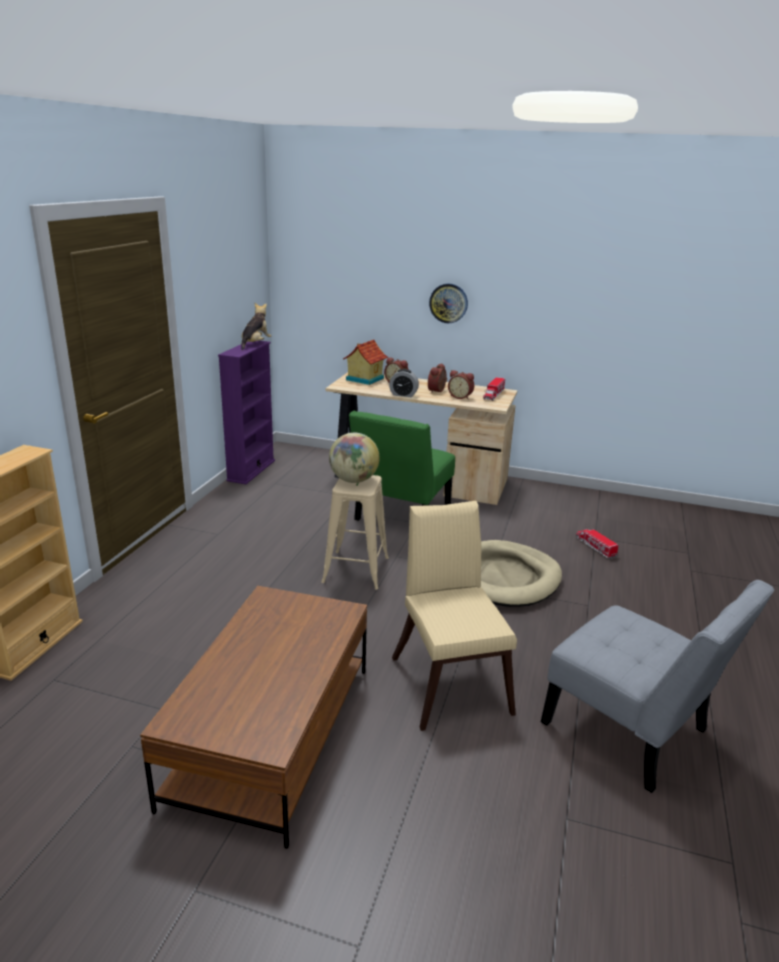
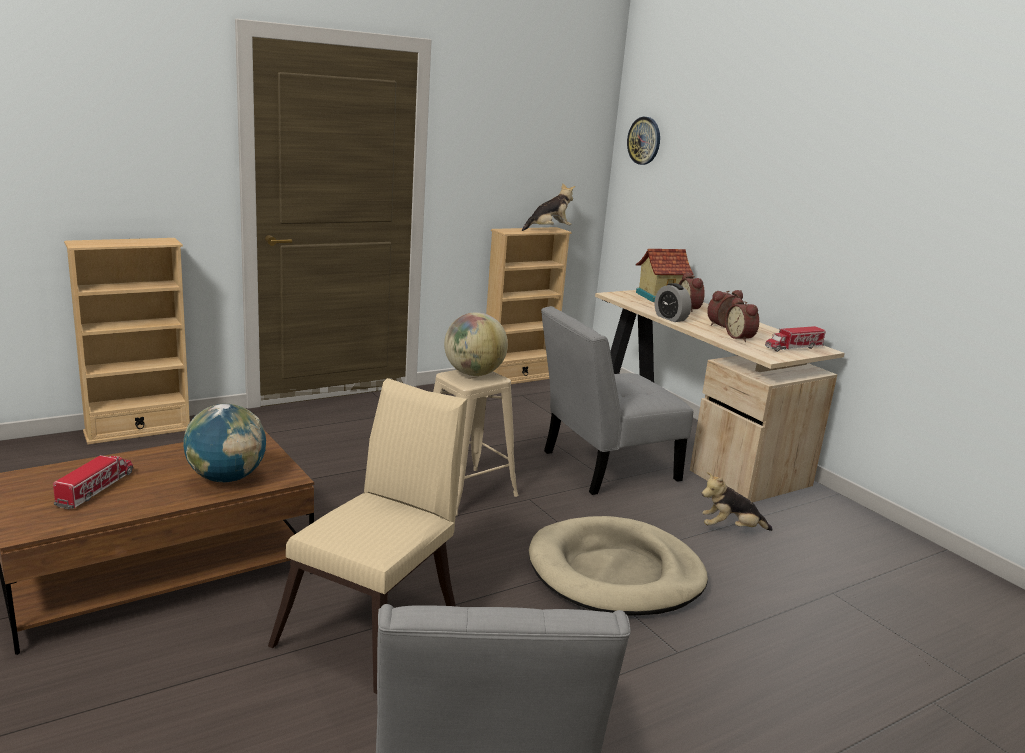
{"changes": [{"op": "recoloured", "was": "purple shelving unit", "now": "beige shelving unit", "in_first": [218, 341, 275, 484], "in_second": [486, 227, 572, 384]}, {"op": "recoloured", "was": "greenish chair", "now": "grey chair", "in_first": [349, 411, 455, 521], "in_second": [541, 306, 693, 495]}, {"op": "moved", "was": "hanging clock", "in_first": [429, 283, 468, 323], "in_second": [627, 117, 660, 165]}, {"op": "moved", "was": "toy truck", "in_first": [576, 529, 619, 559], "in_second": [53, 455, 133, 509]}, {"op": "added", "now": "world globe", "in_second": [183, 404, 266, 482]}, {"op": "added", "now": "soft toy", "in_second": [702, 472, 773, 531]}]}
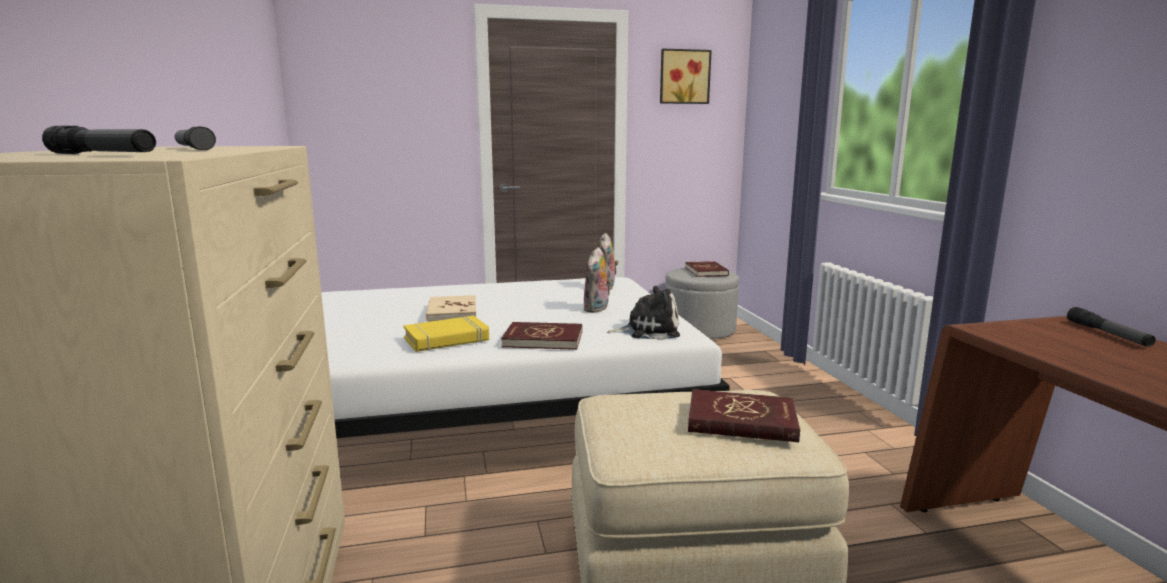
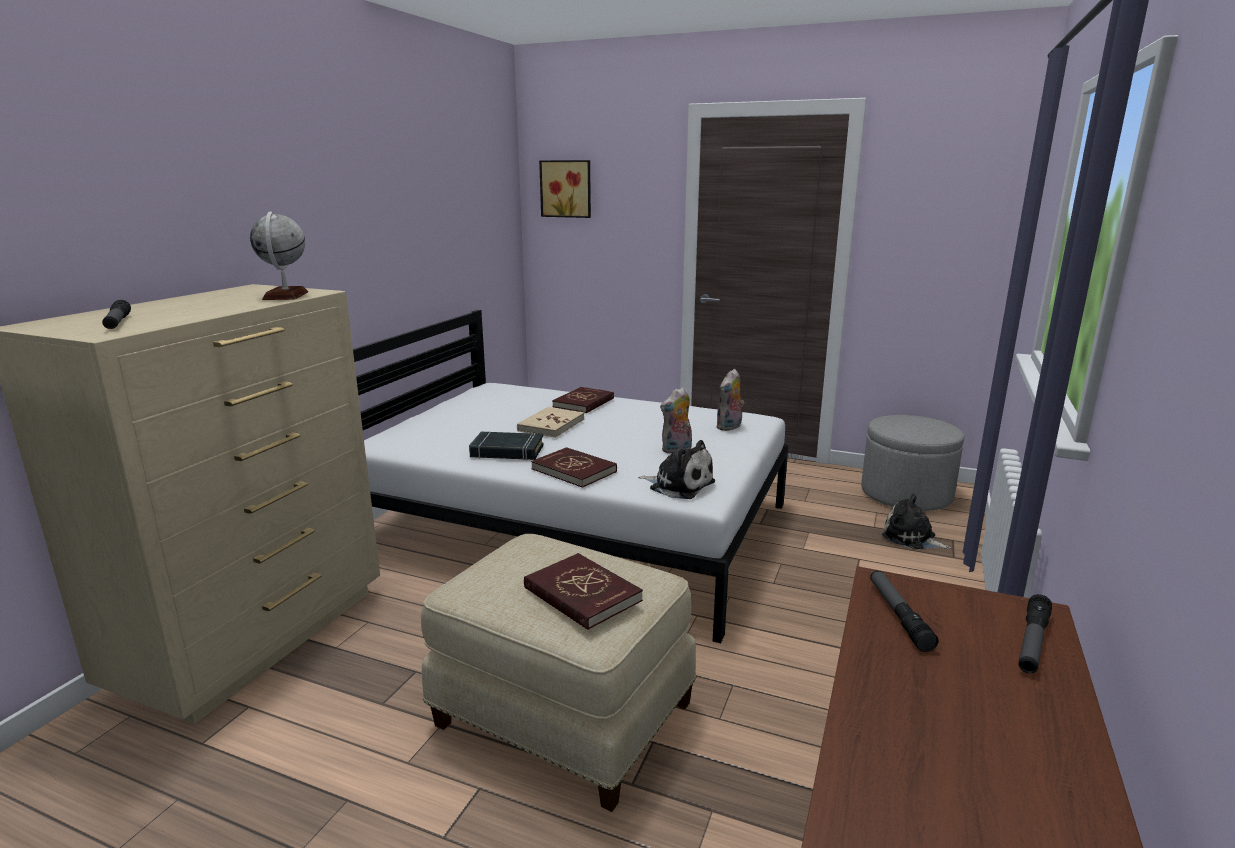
{"changes": [{"op": "moved", "was": "flashlight", "in_first": [175, 127, 216, 150], "in_second": [870, 570, 938, 652]}, {"op": "recoloured", "was": "yellowish bound book", "now": "black-coloured bound book", "in_first": [403, 316, 489, 352], "in_second": [469, 432, 544, 461]}, {"op": "moved", "was": "picture", "in_first": [660, 49, 712, 104], "in_second": [539, 160, 591, 218]}, {"op": "moved", "was": "red-coloured bound book", "in_first": [685, 261, 729, 277], "in_second": [552, 387, 614, 413]}, {"op": "added", "now": "world globe", "in_second": [250, 212, 308, 300]}, {"op": "added", "now": "soft toy", "in_second": [882, 494, 951, 549]}]}
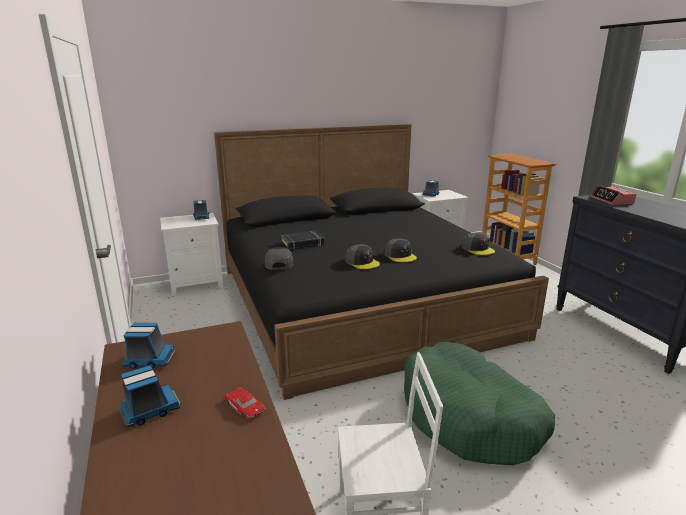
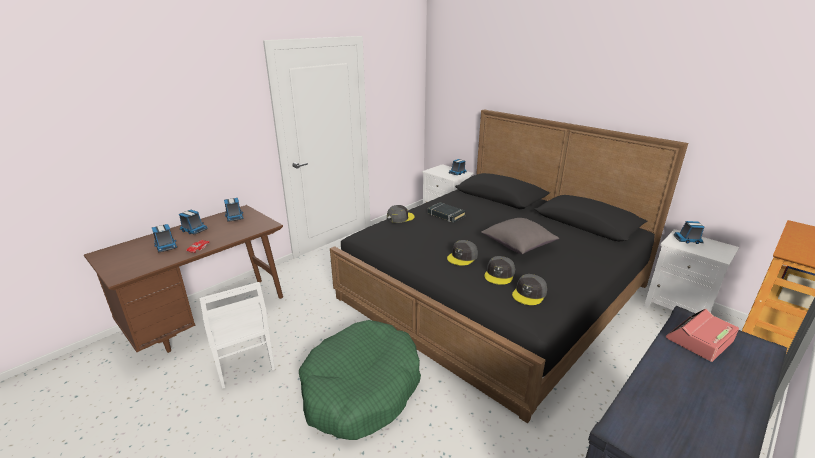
{"changes": [{"op": "moved", "was": "grey cap", "in_first": [345, 244, 380, 269], "in_second": [484, 256, 515, 285]}, {"op": "added", "now": "toy truck", "in_second": [152, 224, 177, 252]}, {"op": "added", "now": "grey cushion", "in_second": [481, 218, 559, 254]}]}
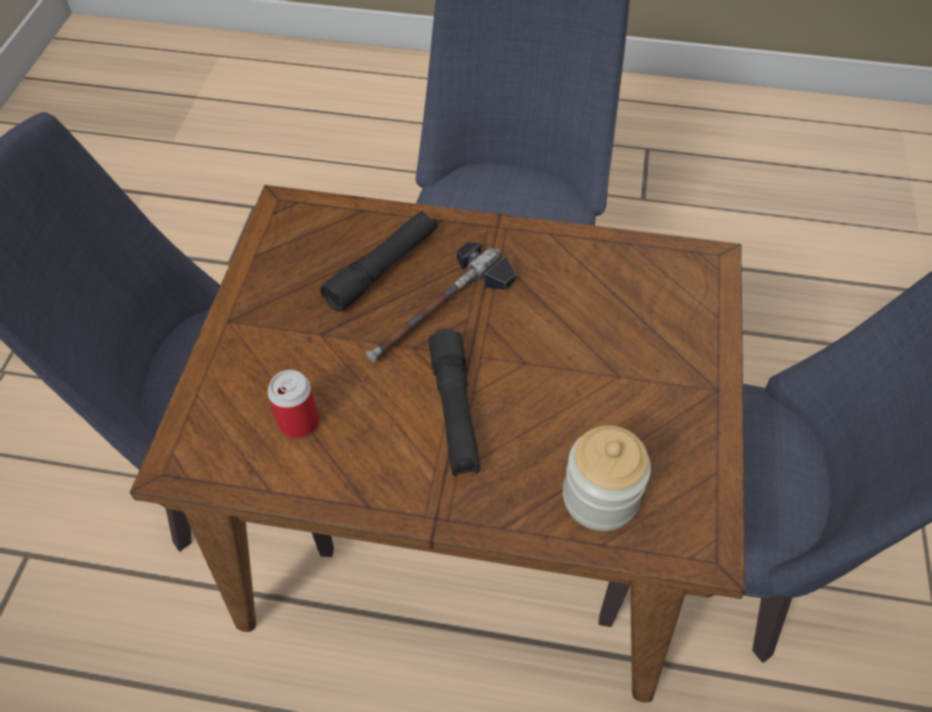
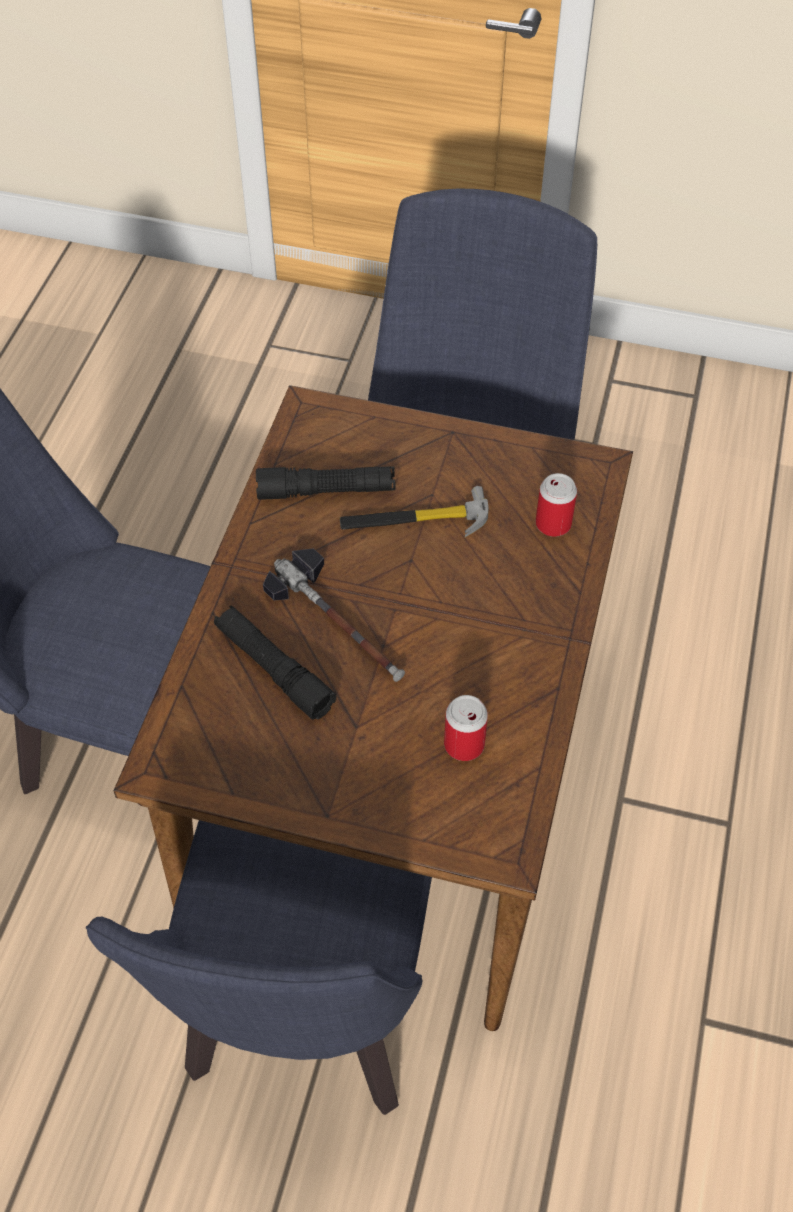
{"changes": [{"op": "moved", "was": "black-coloured flashlight", "in_first": [428, 328, 481, 476], "in_second": [256, 466, 396, 500]}, {"op": "replaced", "was": "storage jar", "now": "can", "in_first": [563, 425, 651, 531], "in_second": [536, 473, 577, 537]}, {"op": "added", "now": "tool hammer", "in_second": [340, 486, 489, 537]}]}
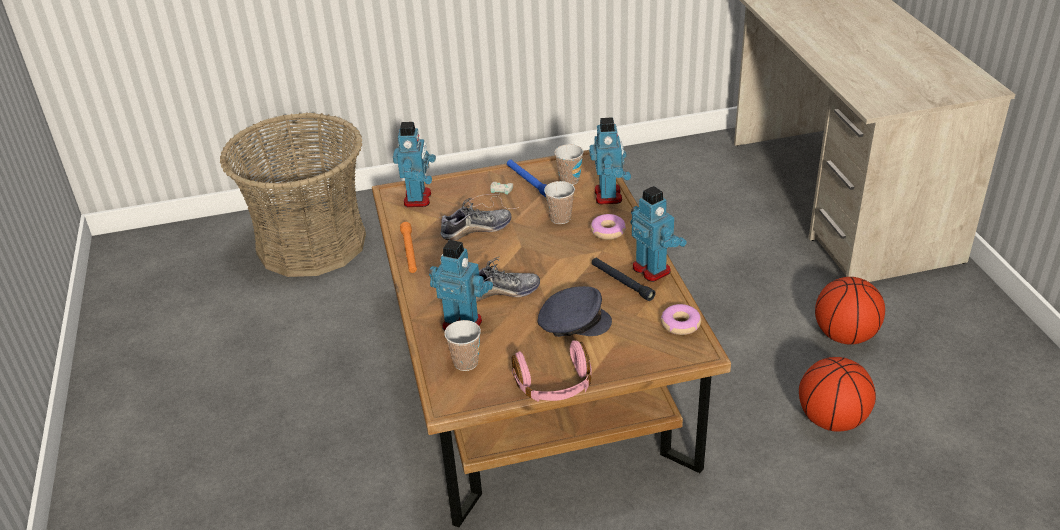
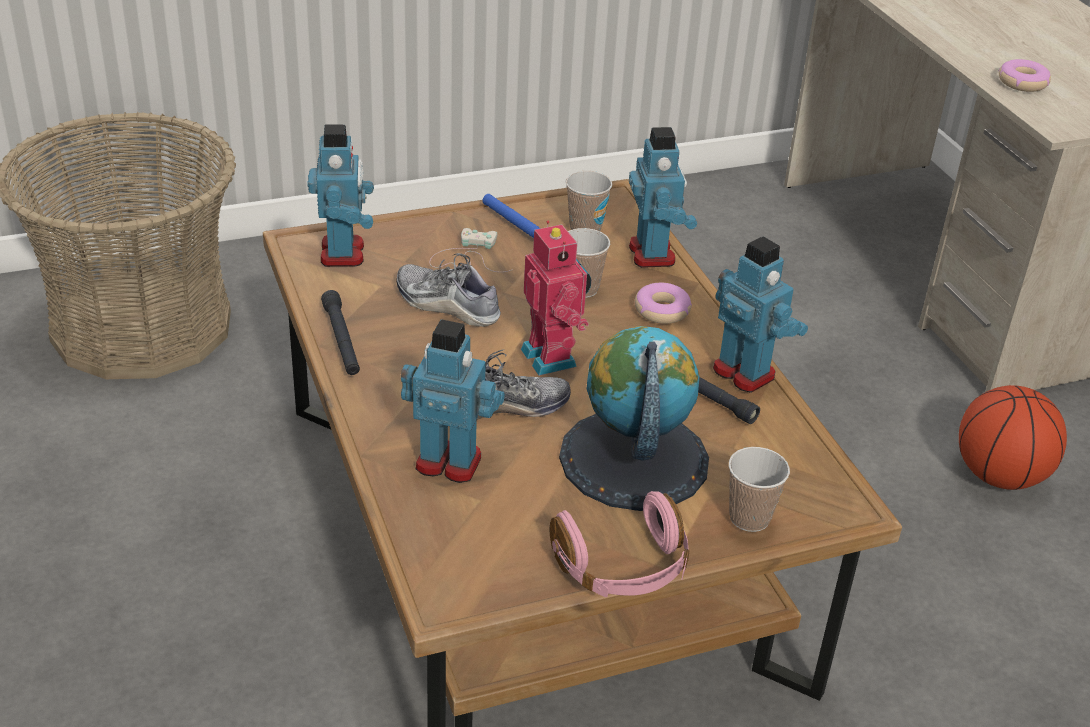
{"changes": [{"op": "recoloured", "was": "orange flashlight", "now": "black-coloured flashlight", "in_first": [400, 222, 417, 273], "in_second": [321, 290, 360, 375]}, {"op": "turned", "was": "item of footwear", "in_first": [439, 197, 511, 241], "in_second": [396, 253, 501, 327], "clockwise": -120}, {"op": "moved", "was": "small cup", "in_first": [444, 320, 481, 371], "in_second": [729, 447, 790, 532]}, {"op": "replaced", "was": "grey cap", "now": "world globe", "in_first": [538, 286, 612, 337], "in_second": [559, 326, 709, 511]}, {"op": "moved", "was": "doughnut", "in_first": [661, 304, 701, 335], "in_second": [999, 59, 1051, 92]}, {"op": "removed", "was": "basketball ball", "in_first": [799, 357, 876, 432]}, {"op": "added", "now": "robot figure", "in_second": [521, 221, 591, 376]}]}
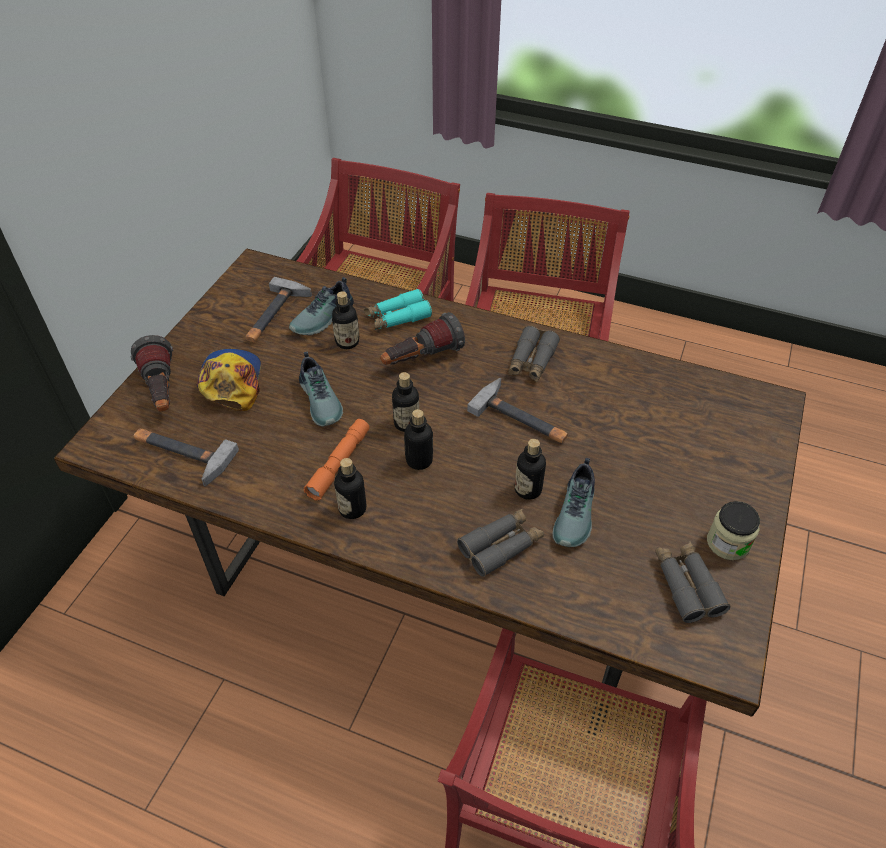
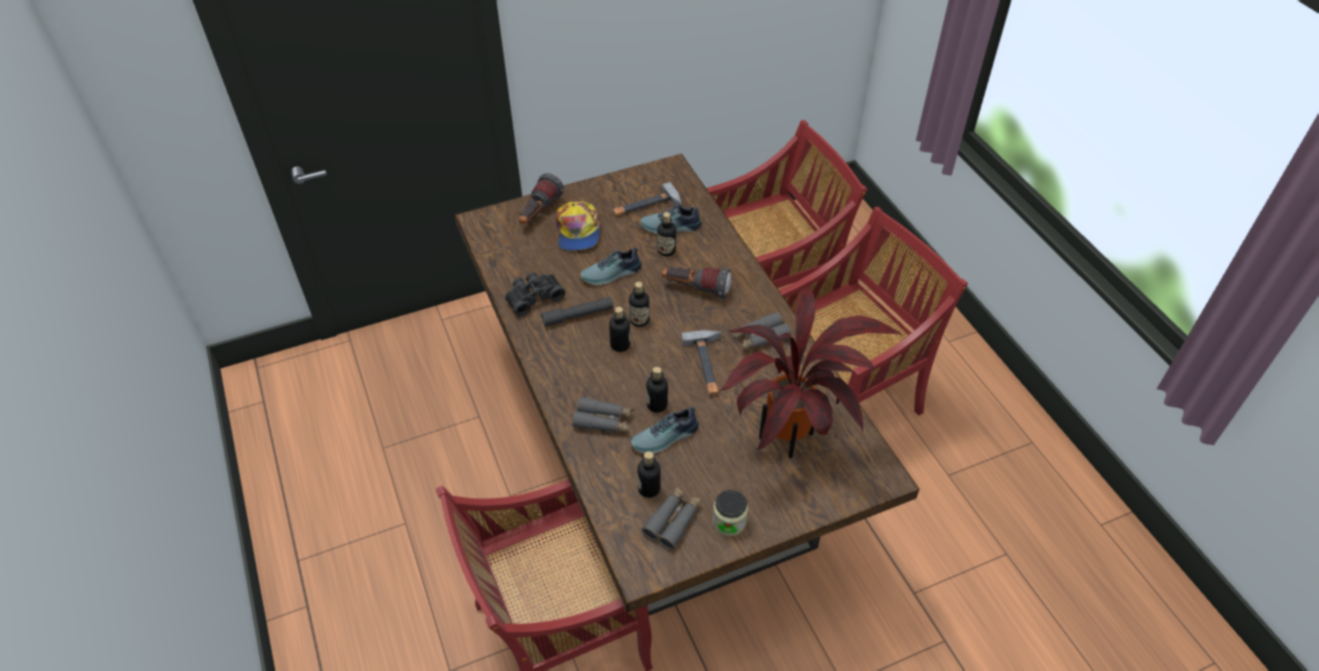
{"changes": [{"op": "removed", "was": "tool hammer", "in_first": [133, 429, 239, 487]}, {"op": "turned", "was": "cap", "in_first": [196, 349, 261, 411], "in_second": [556, 201, 601, 251], "clockwise": 135}, {"op": "turned", "was": "item of footwear", "in_first": [299, 352, 343, 427], "in_second": [580, 247, 641, 285], "clockwise": 45}, {"op": "recoloured", "was": "orange flashlight", "now": "grey flashlight", "in_first": [304, 419, 370, 501], "in_second": [541, 297, 613, 327]}, {"op": "moved", "was": "bottle", "in_first": [334, 458, 366, 519], "in_second": [637, 451, 661, 498]}, {"op": "removed", "was": "blue-green field glasses", "in_first": [364, 289, 432, 330]}, {"op": "added", "now": "black-coloured field glasses", "in_second": [505, 272, 566, 316]}, {"op": "added", "now": "plant in a pot", "in_second": [719, 286, 903, 458]}]}
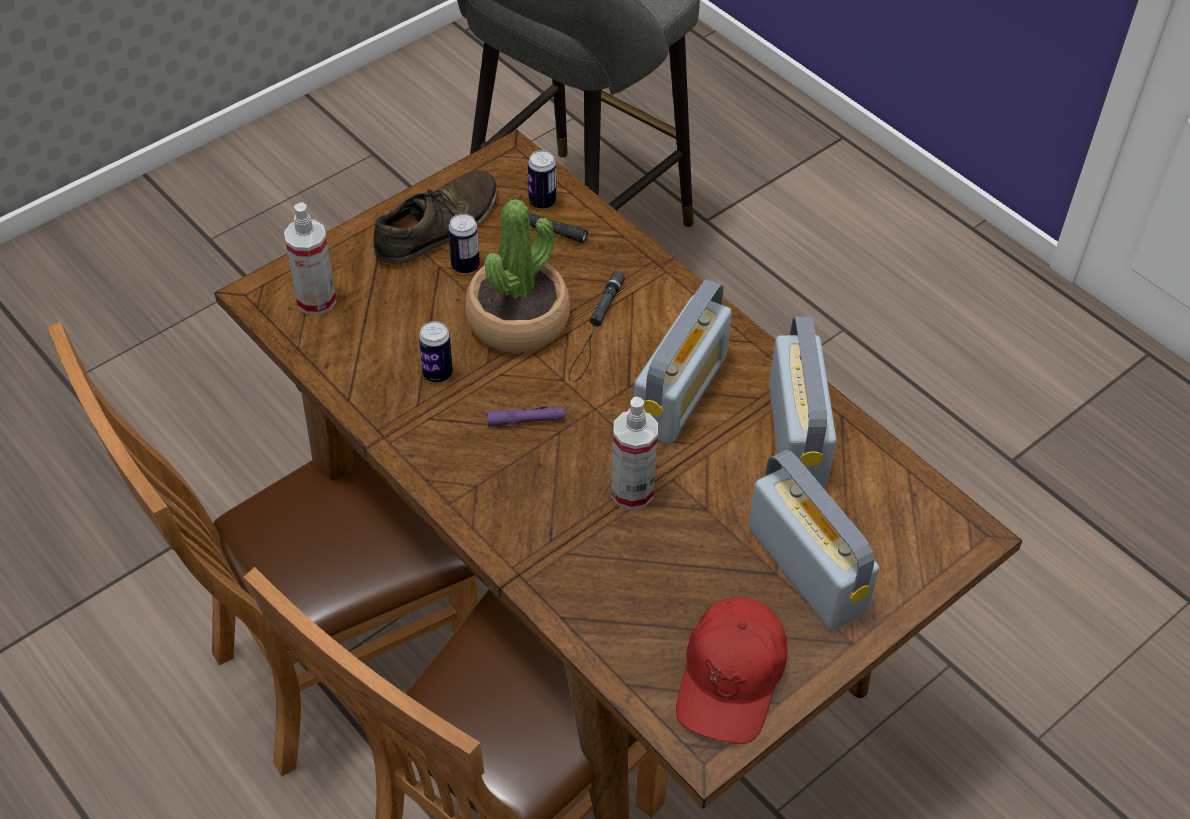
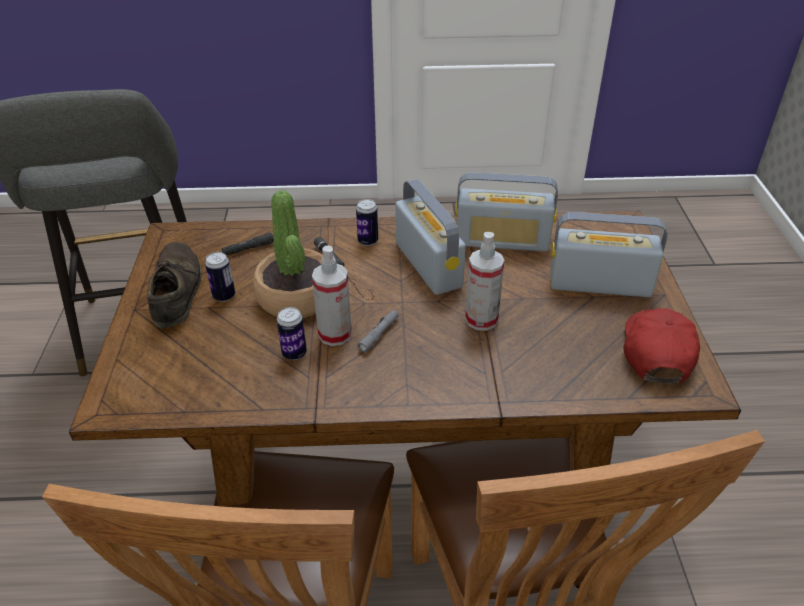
{"changes": [{"op": "moved", "was": "hand sprayer", "in_first": [284, 202, 336, 315], "in_second": [312, 245, 352, 346]}, {"op": "recoloured", "was": "purple flashlight", "now": "grey flashlight", "in_first": [487, 406, 565, 427], "in_second": [357, 310, 398, 353]}, {"op": "moved", "was": "can", "in_first": [528, 150, 556, 209], "in_second": [356, 199, 378, 246]}, {"op": "turned", "was": "red-coloured cap", "in_first": [676, 597, 787, 744], "in_second": [623, 308, 700, 383], "clockwise": -135}, {"op": "turned", "was": "radio receiver", "in_first": [769, 316, 836, 487], "in_second": [455, 172, 558, 252], "clockwise": 150}]}
